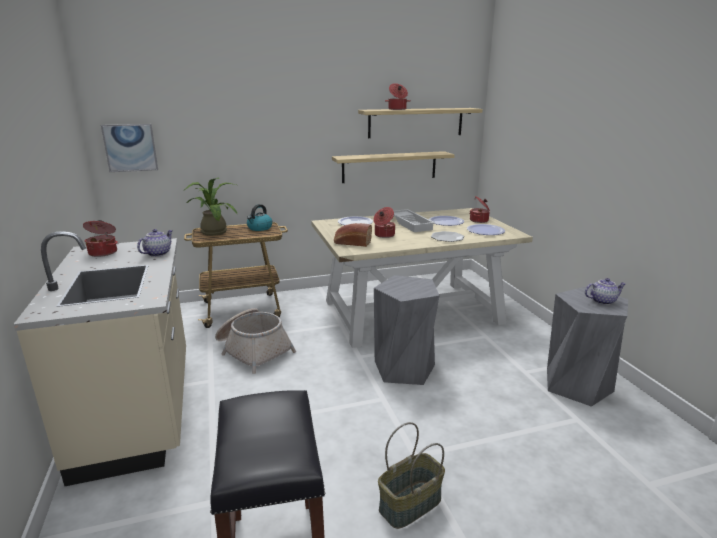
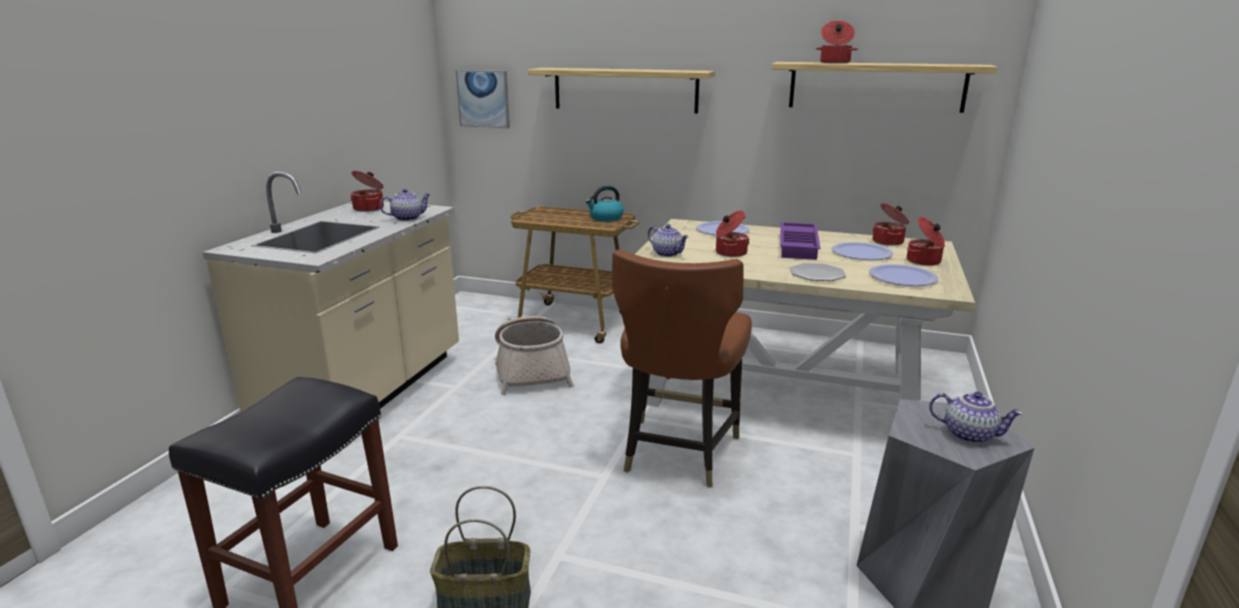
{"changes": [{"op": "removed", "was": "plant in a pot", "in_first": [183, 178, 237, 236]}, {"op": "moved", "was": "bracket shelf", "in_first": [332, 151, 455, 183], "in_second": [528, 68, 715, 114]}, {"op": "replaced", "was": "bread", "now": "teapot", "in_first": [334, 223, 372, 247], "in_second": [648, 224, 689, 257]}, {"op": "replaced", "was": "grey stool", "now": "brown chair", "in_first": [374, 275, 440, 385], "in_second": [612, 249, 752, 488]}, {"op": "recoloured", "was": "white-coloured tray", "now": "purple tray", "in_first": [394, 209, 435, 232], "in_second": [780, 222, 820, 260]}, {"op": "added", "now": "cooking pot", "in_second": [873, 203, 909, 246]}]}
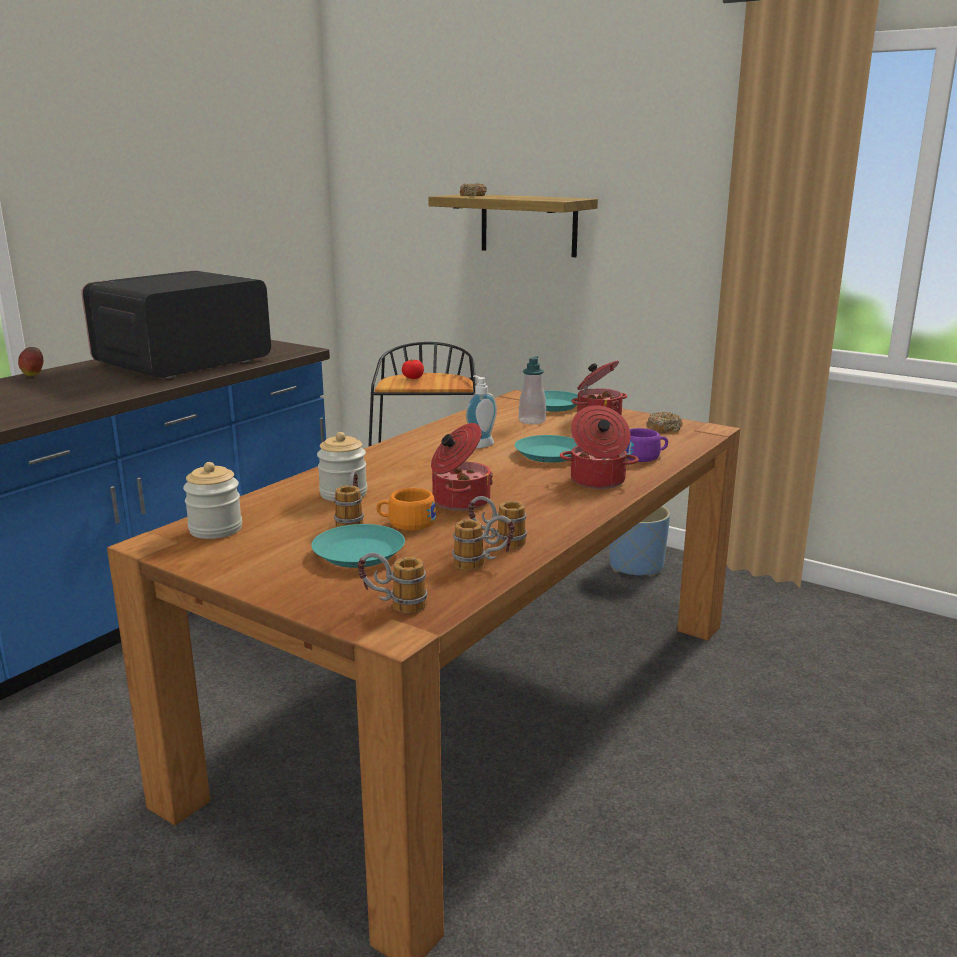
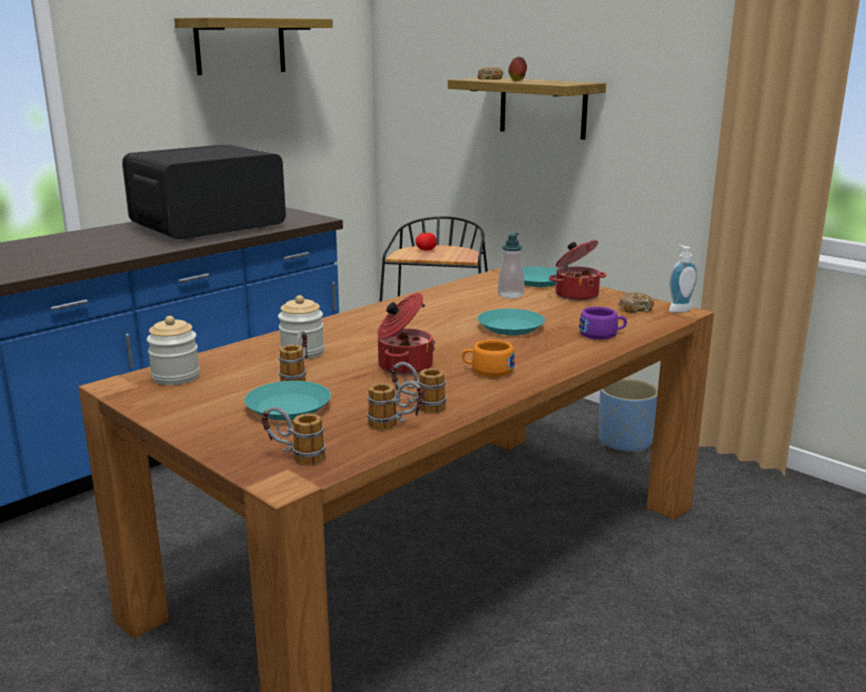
{"changes": [{"op": "moved", "was": "apple fruit", "in_first": [18, 347, 43, 376], "in_second": [508, 57, 527, 81]}, {"op": "moved", "was": "orange small cup", "in_first": [376, 488, 436, 531], "in_second": [462, 339, 515, 377]}, {"op": "moved", "was": "soap bottle", "in_first": [466, 375, 497, 448], "in_second": [669, 245, 698, 313]}, {"op": "removed", "was": "cooking pot", "in_first": [560, 405, 639, 489]}, {"op": "added", "now": "bracket shelf", "in_second": [174, 18, 333, 75]}]}
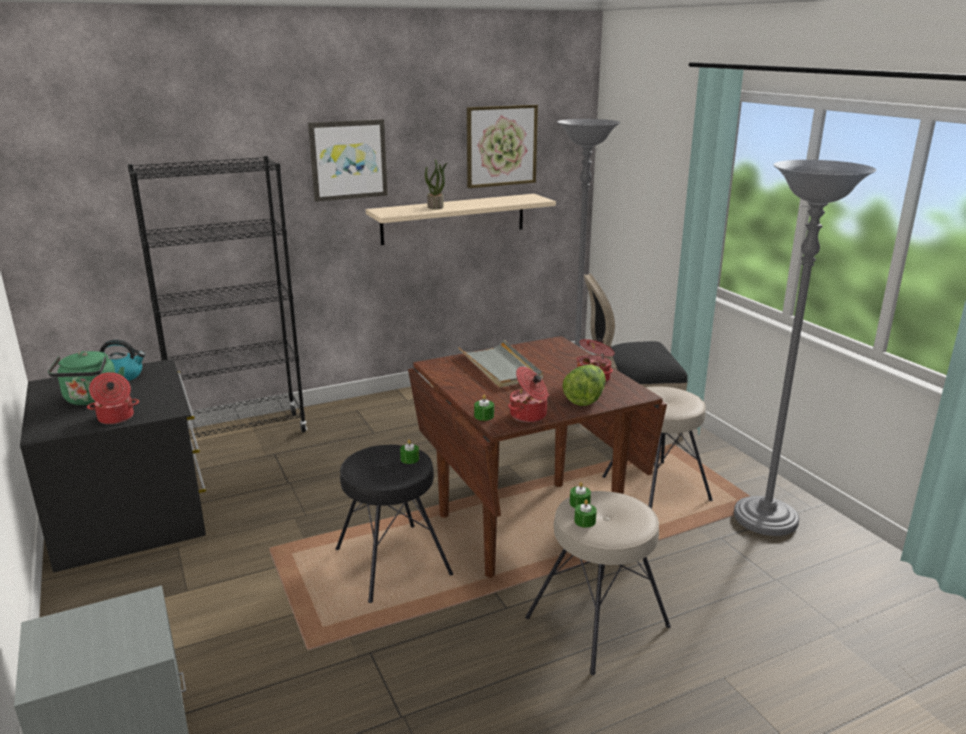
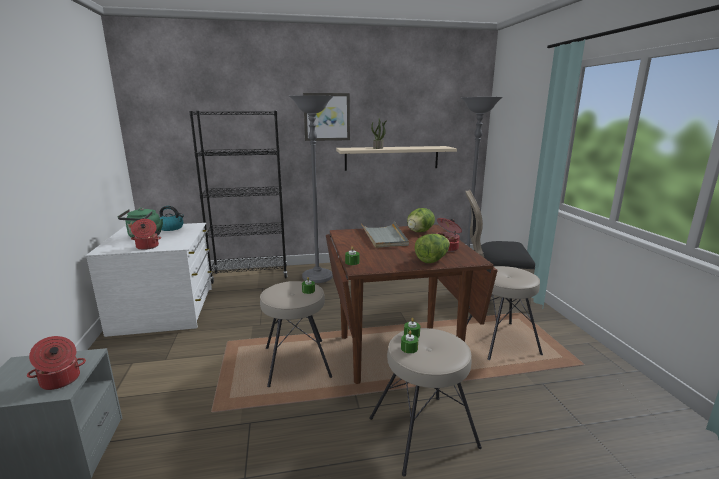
{"changes": [{"op": "recoloured", "was": "black-coloured drawer chest", "now": "white-coloured drawer chest", "in_first": [20, 359, 206, 573], "in_second": [85, 223, 212, 337]}, {"op": "recoloured", "was": "black-coloured stool", "now": "beige stool", "in_first": [336, 445, 453, 603], "in_second": [260, 281, 332, 387]}, {"op": "removed", "was": "picture", "in_first": [467, 105, 538, 188]}, {"op": "moved", "was": "cooking pot", "in_first": [508, 367, 549, 422], "in_second": [27, 336, 86, 390]}, {"op": "moved", "was": "grey standard lamp", "in_first": [734, 160, 876, 536], "in_second": [289, 95, 334, 283]}, {"op": "added", "now": "lettuce", "in_second": [407, 208, 435, 232]}]}
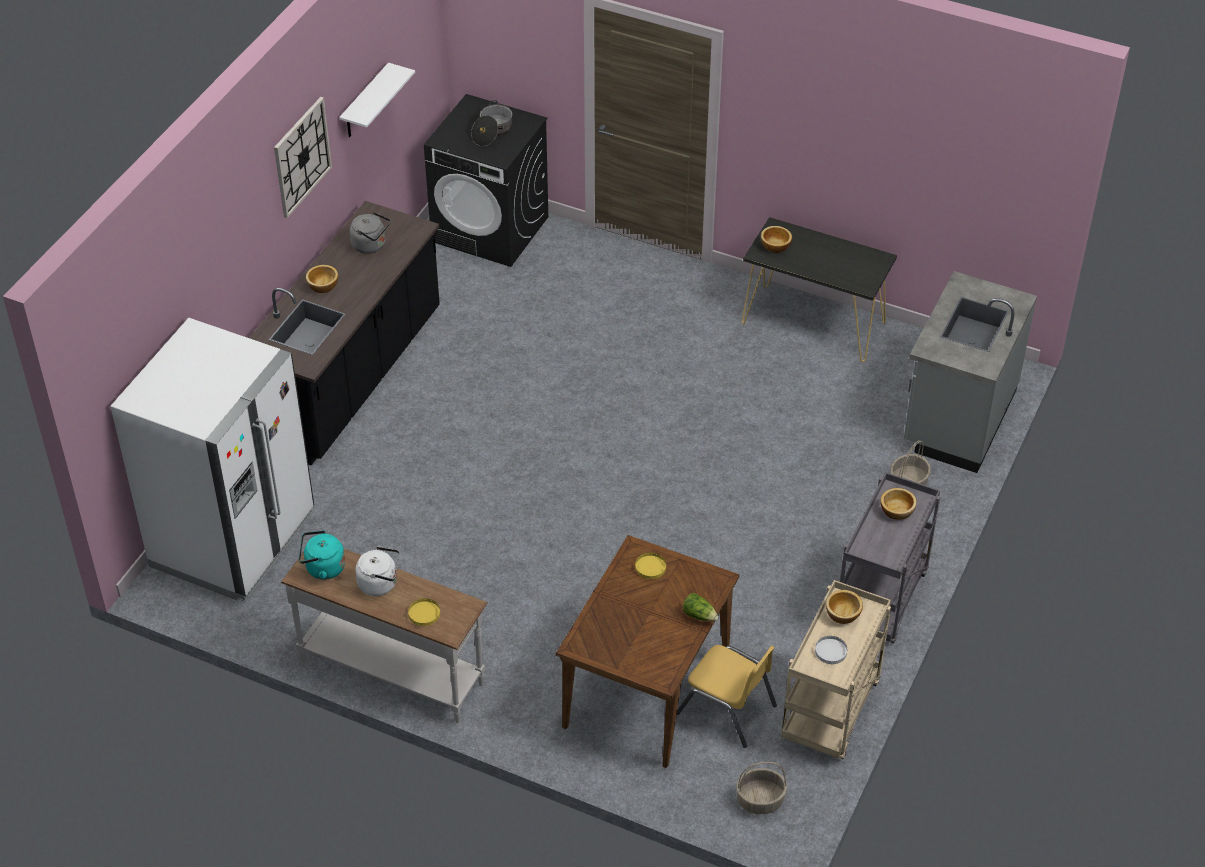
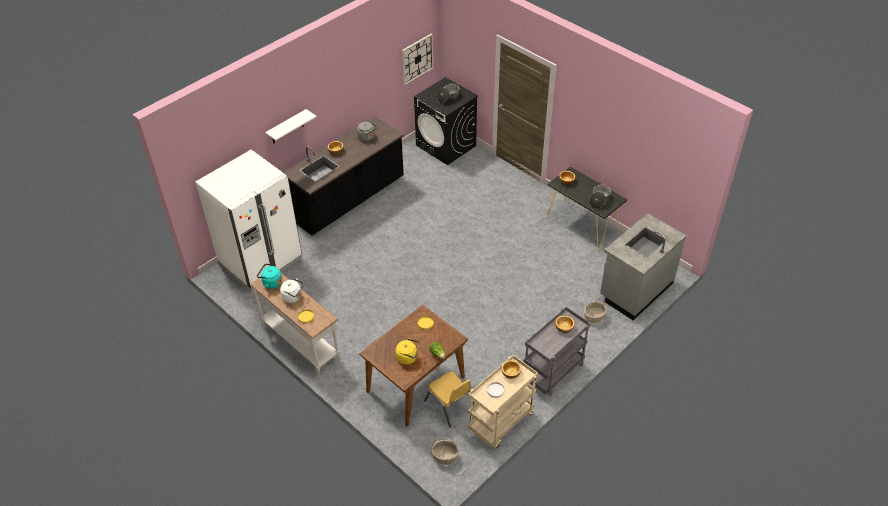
{"changes": [{"op": "moved", "was": "hanging clock", "in_first": [274, 97, 332, 218], "in_second": [402, 33, 433, 85]}, {"op": "moved", "was": "white-coloured bracket shelf", "in_first": [339, 63, 415, 137], "in_second": [265, 109, 316, 143]}, {"op": "added", "now": "yellowish tea kettle", "in_second": [395, 338, 420, 365]}, {"op": "added", "now": "cooking pot", "in_second": [589, 182, 611, 209]}]}
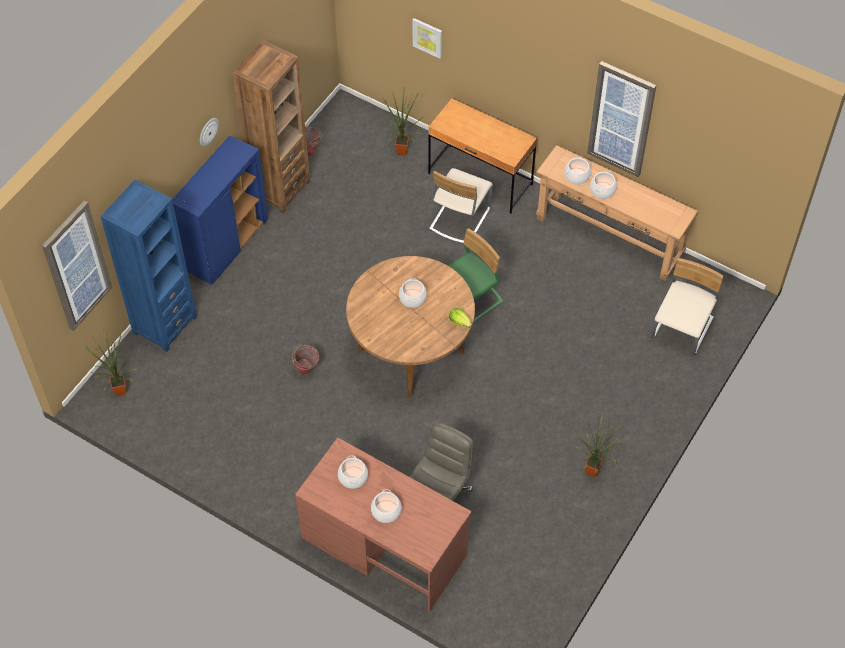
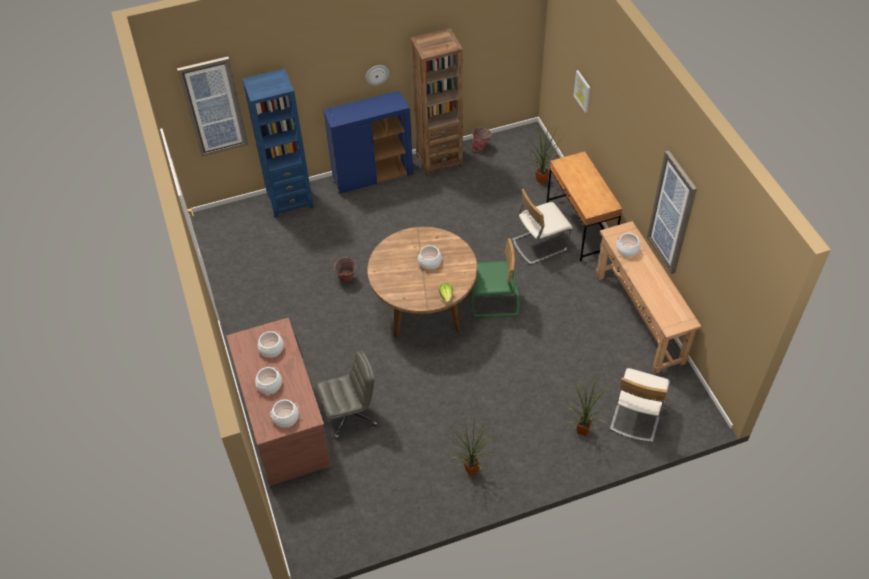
{"changes": [{"op": "moved", "was": "plant in a pot", "in_first": [84, 329, 139, 396], "in_second": [567, 374, 611, 436]}, {"op": "moved", "was": "cooking pot", "in_first": [590, 171, 617, 199], "in_second": [270, 399, 299, 427]}, {"op": "turned", "was": "beige chair", "in_first": [651, 258, 724, 355], "in_second": [610, 368, 670, 442], "clockwise": 135}]}
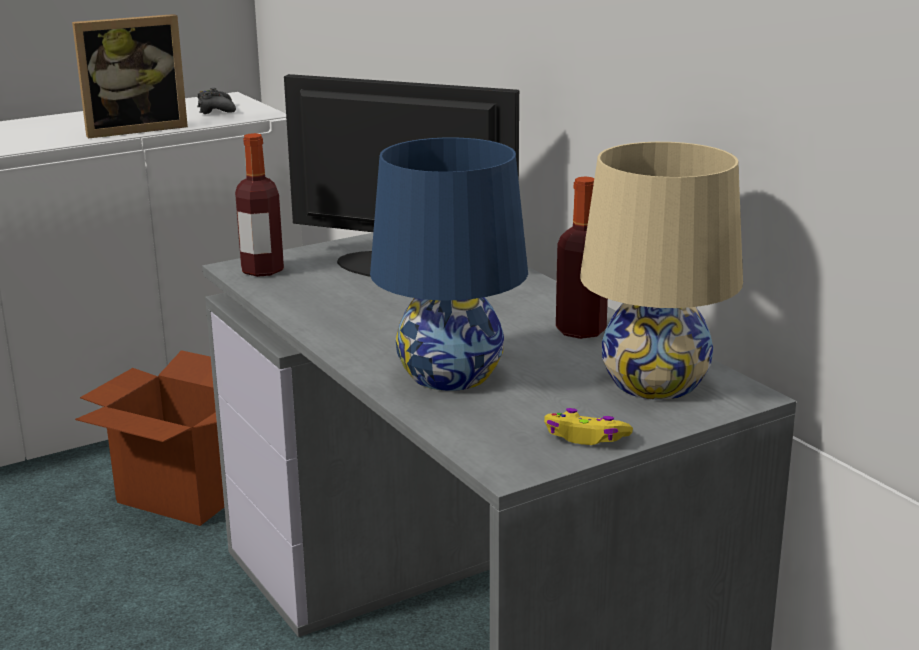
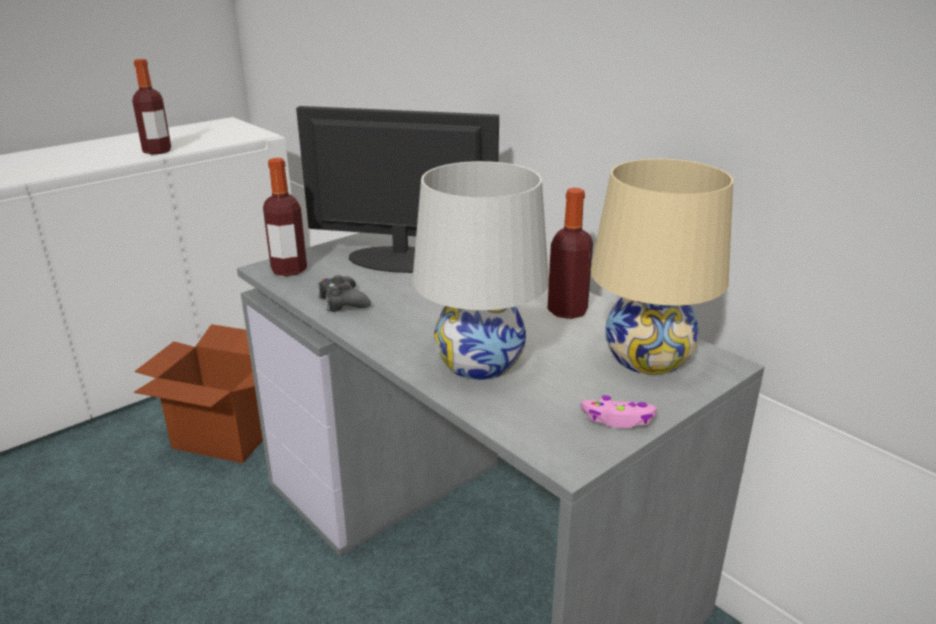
{"changes": [{"op": "replaced", "was": "picture frame", "now": "bottle", "in_first": [72, 14, 188, 139], "in_second": [132, 59, 171, 154]}, {"op": "moved", "was": "black-coloured joypad", "in_first": [197, 88, 236, 114], "in_second": [318, 275, 371, 312]}, {"op": "recoloured", "was": "blue table lamp", "now": "white-coloured table lamp", "in_first": [370, 138, 528, 391], "in_second": [412, 161, 549, 380]}, {"op": "recoloured", "was": "yellowish joypad", "now": "pink joypad", "in_first": [544, 408, 633, 445], "in_second": [580, 395, 657, 428]}]}
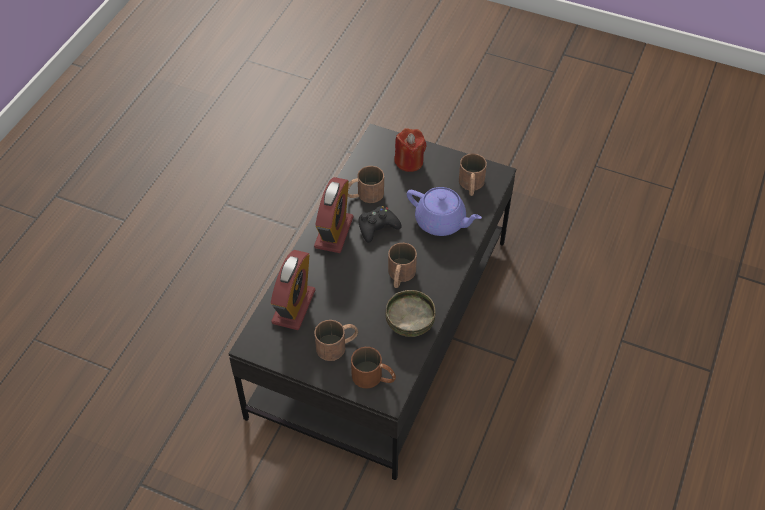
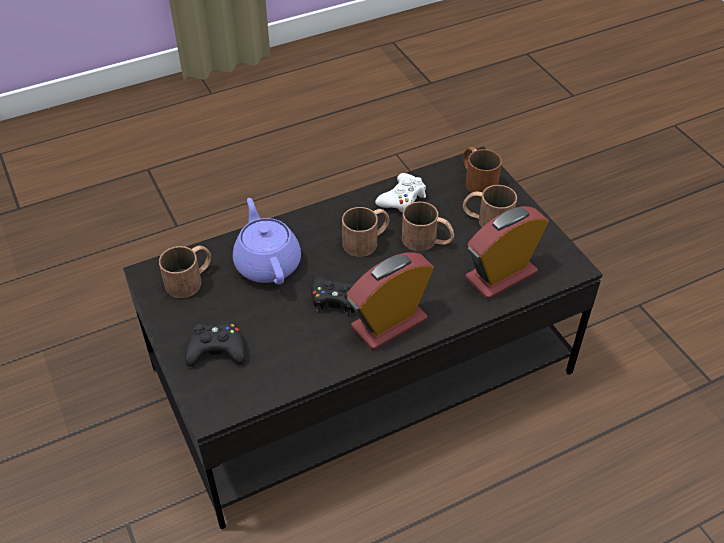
{"changes": [{"op": "moved", "was": "brown tea mug", "in_first": [348, 166, 384, 203], "in_second": [402, 202, 454, 251]}, {"op": "replaced", "was": "deep dish", "now": "white-coloured joypad", "in_first": [385, 290, 436, 337], "in_second": [375, 173, 426, 213]}, {"op": "replaced", "was": "red-coloured wax candle", "now": "black-coloured joypad", "in_first": [394, 128, 426, 172], "in_second": [185, 323, 245, 367]}]}
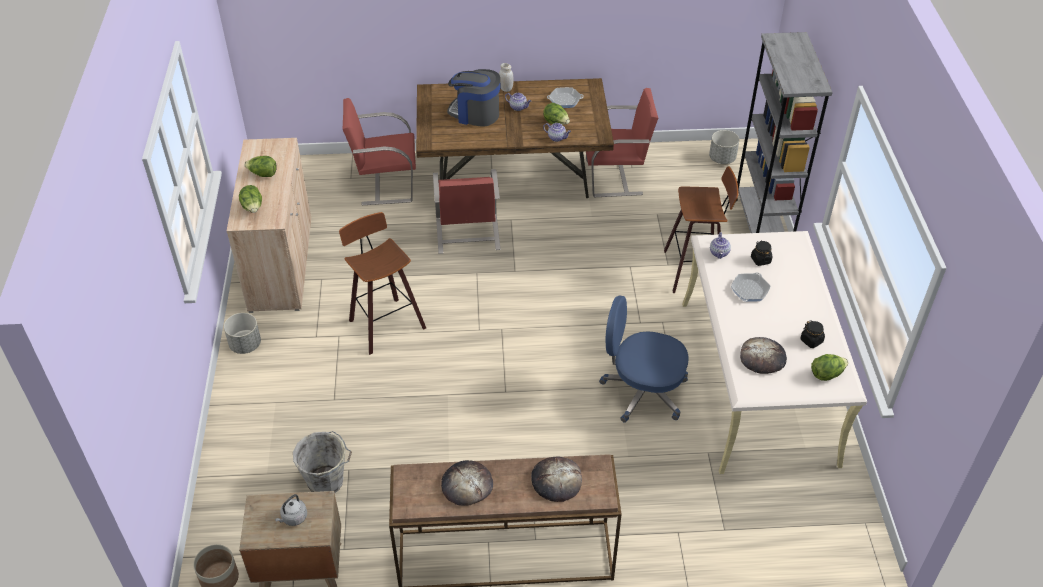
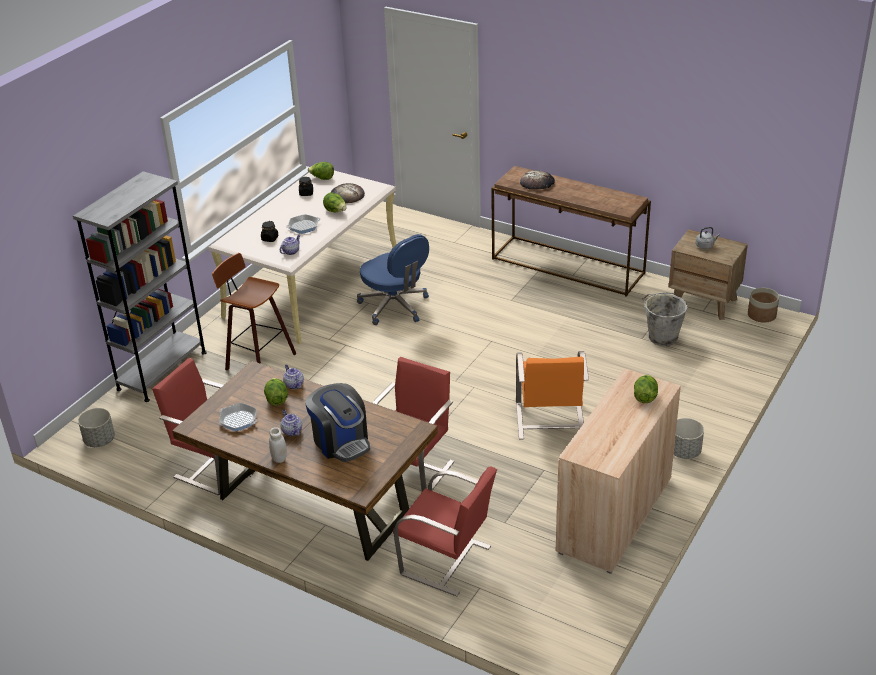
{"changes": [{"op": "moved", "was": "lettuce", "in_first": [244, 156, 277, 177], "in_second": [323, 192, 347, 212]}, {"op": "replaced", "was": "stool", "now": "orange chair", "in_first": [339, 212, 426, 355], "in_second": [516, 351, 589, 439]}, {"op": "removed", "was": "bread", "in_first": [441, 460, 493, 506]}]}
